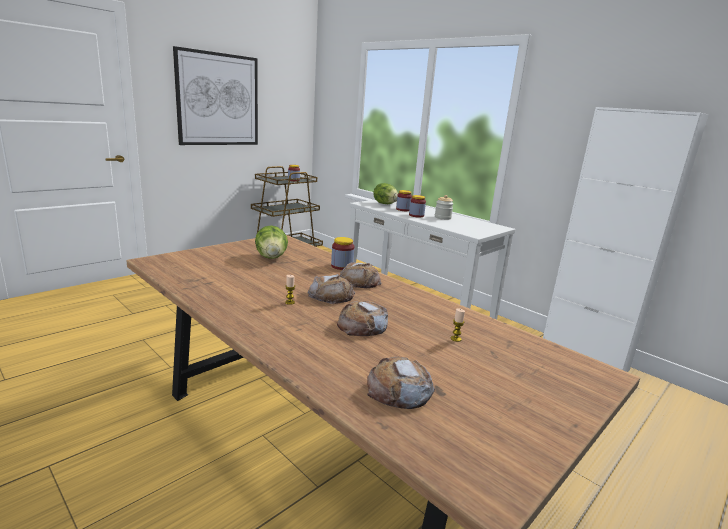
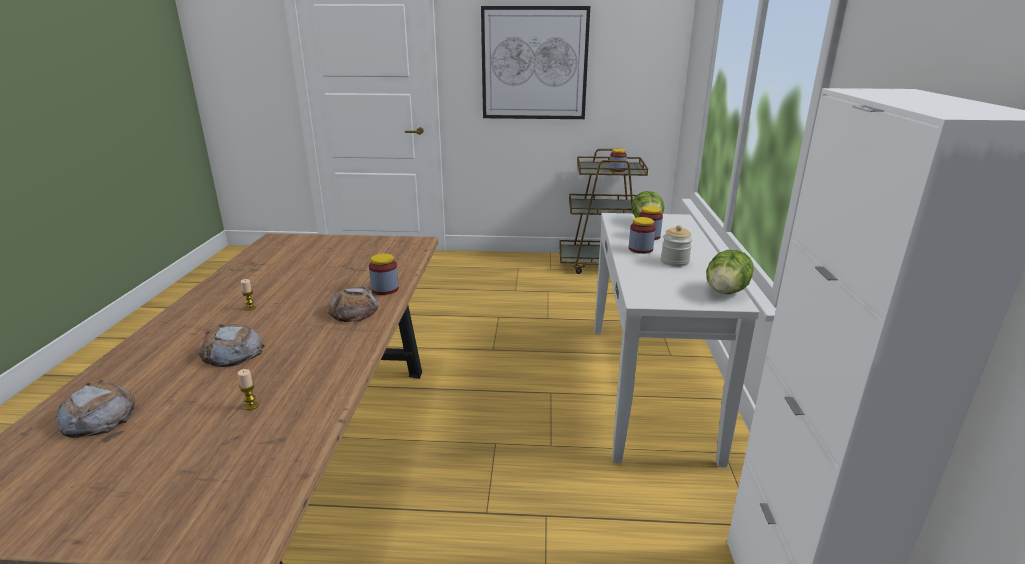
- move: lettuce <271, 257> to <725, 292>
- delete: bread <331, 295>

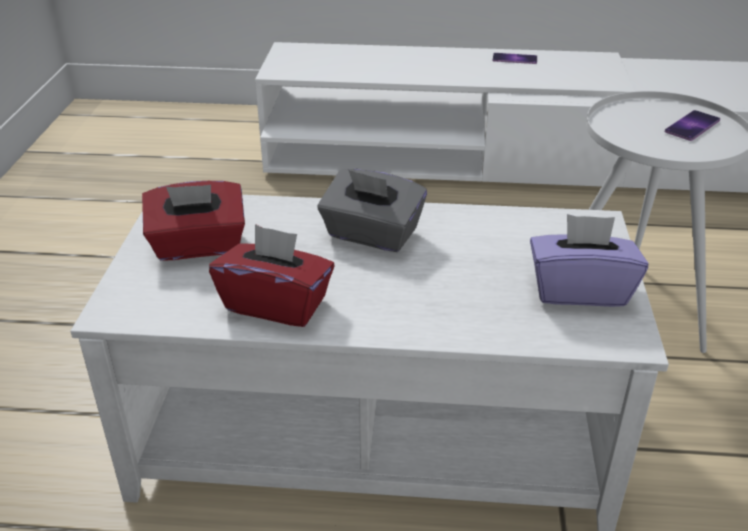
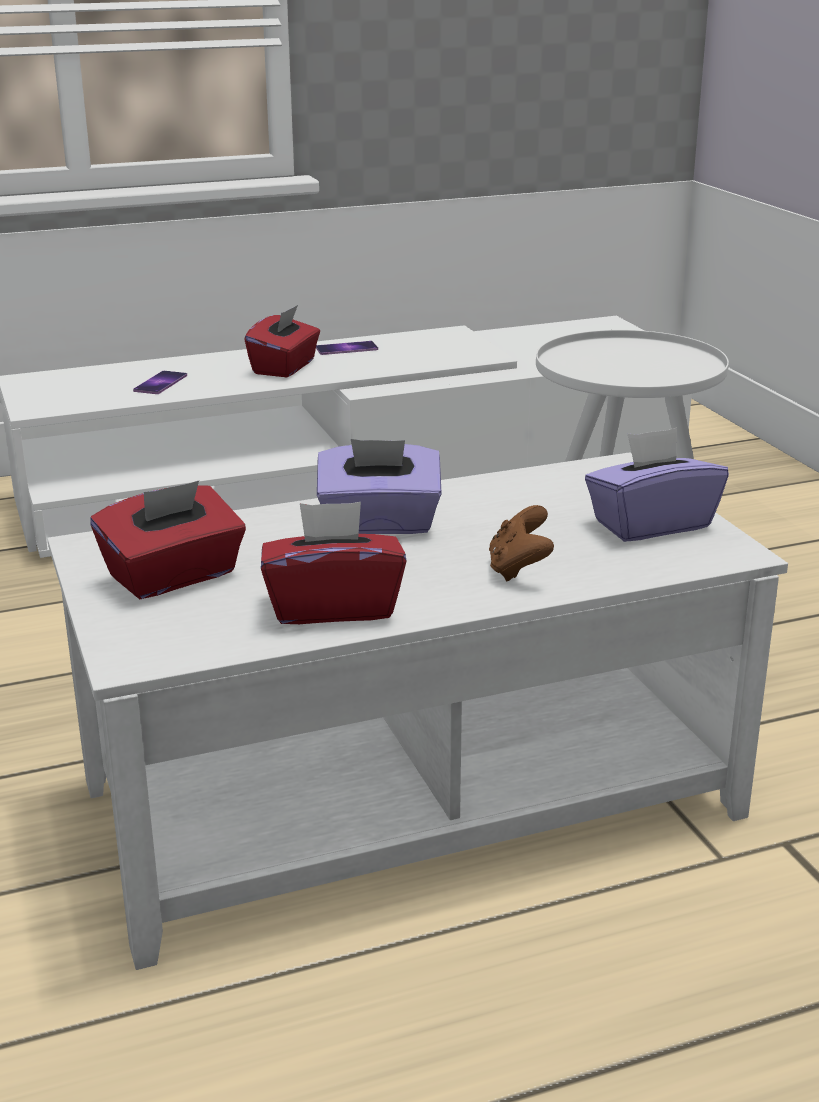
- move: phone <692, 126> to <160, 383>
- insert: tissue box (red) <285, 367>
- recolor: tissue box (grey) <371, 235> to tissue box (purple) <379, 524>
- insert: game controller (brown) <519, 569>

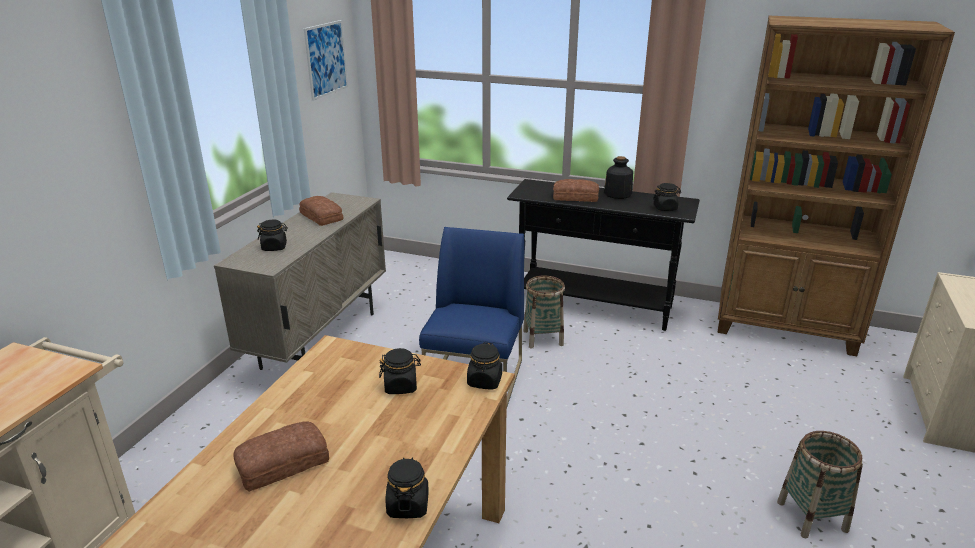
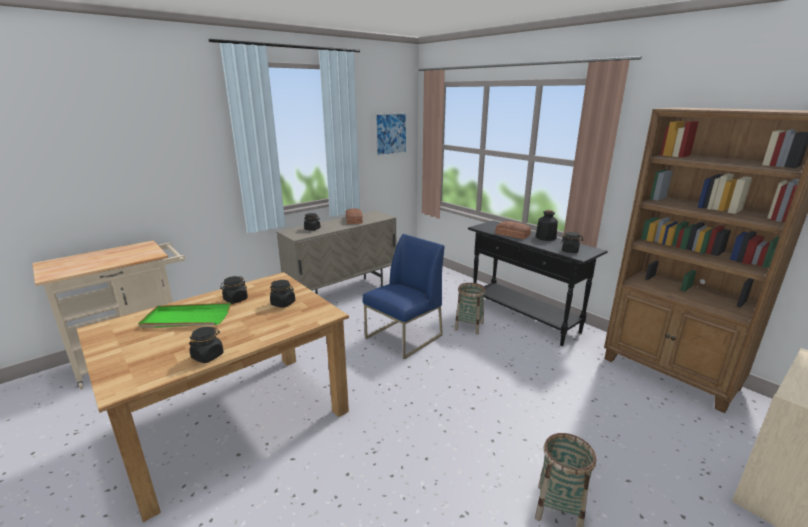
- replace: bread <281, 463> to tray (green) <186, 319>
- move: jar (black) <484, 381> to <235, 299>

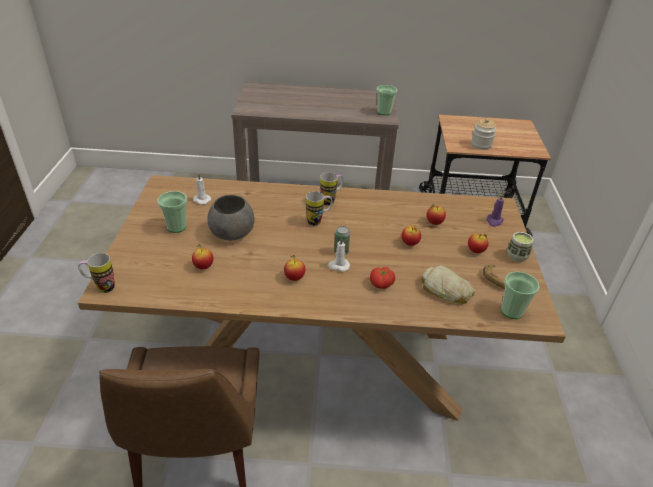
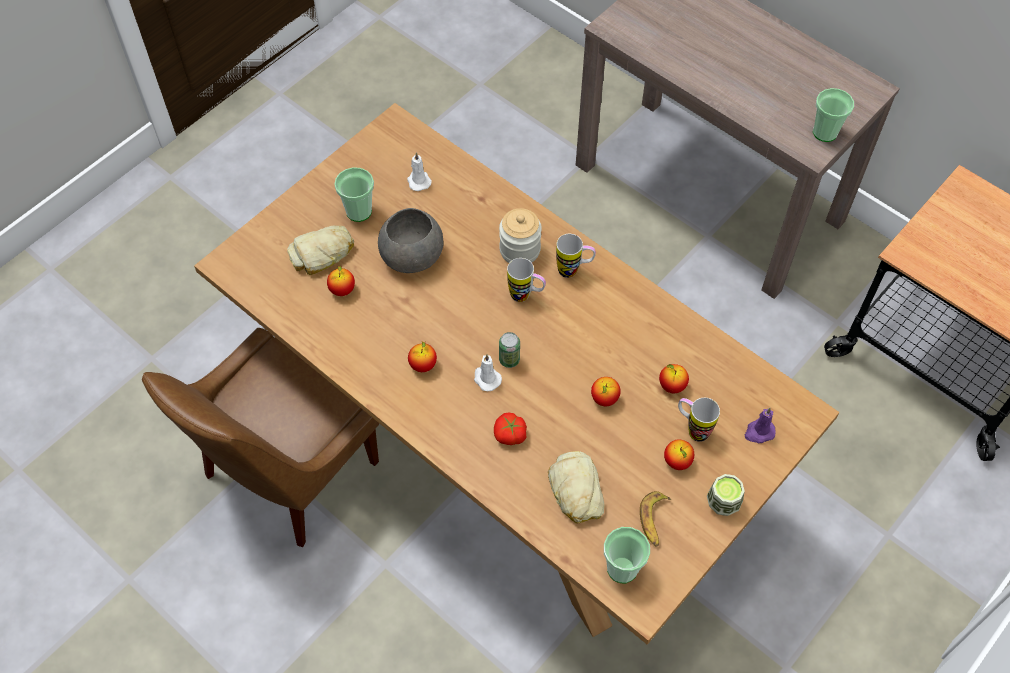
- insert: bread <322, 253>
- move: jar <481, 145> to <520, 250>
- move: mug <101, 287> to <692, 429>

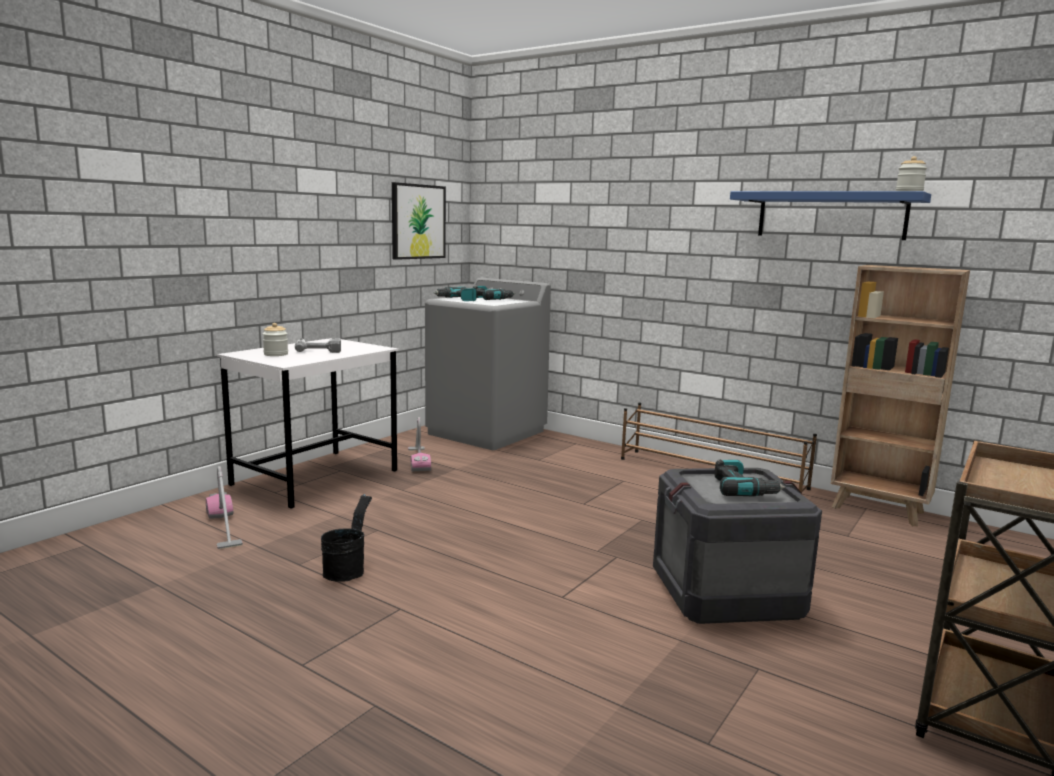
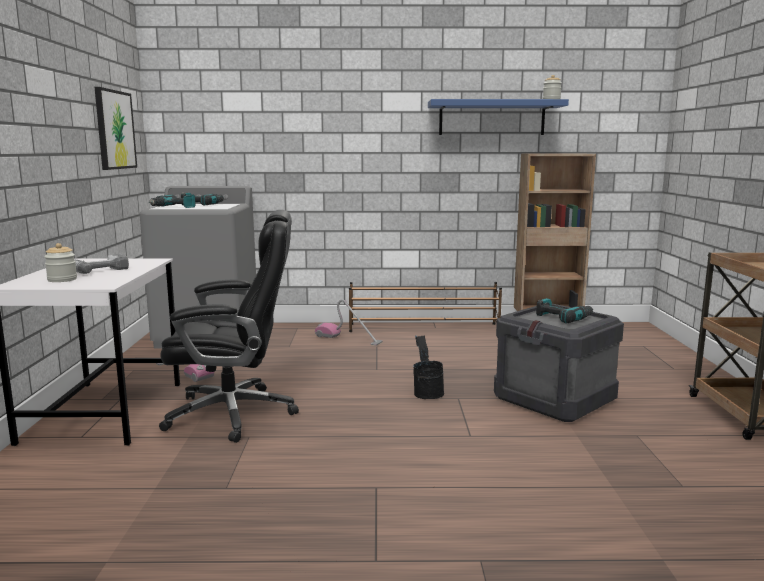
- insert: office chair (black) <234, 413>
- move: vacuum cleaner <223, 526> to <348, 339>
- move: bucket (black) <347, 570> to <426, 392>

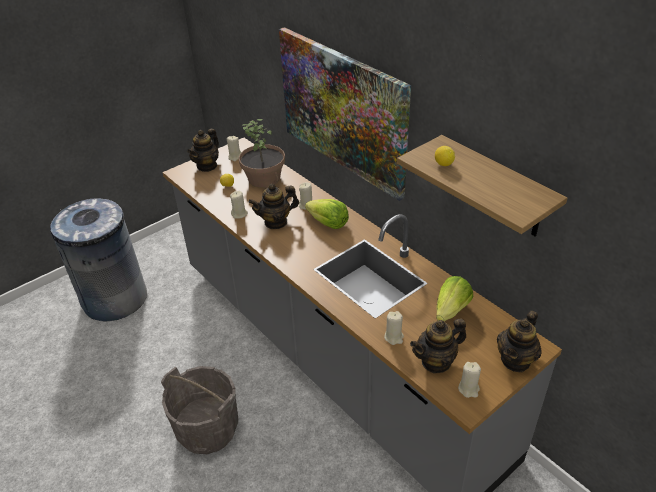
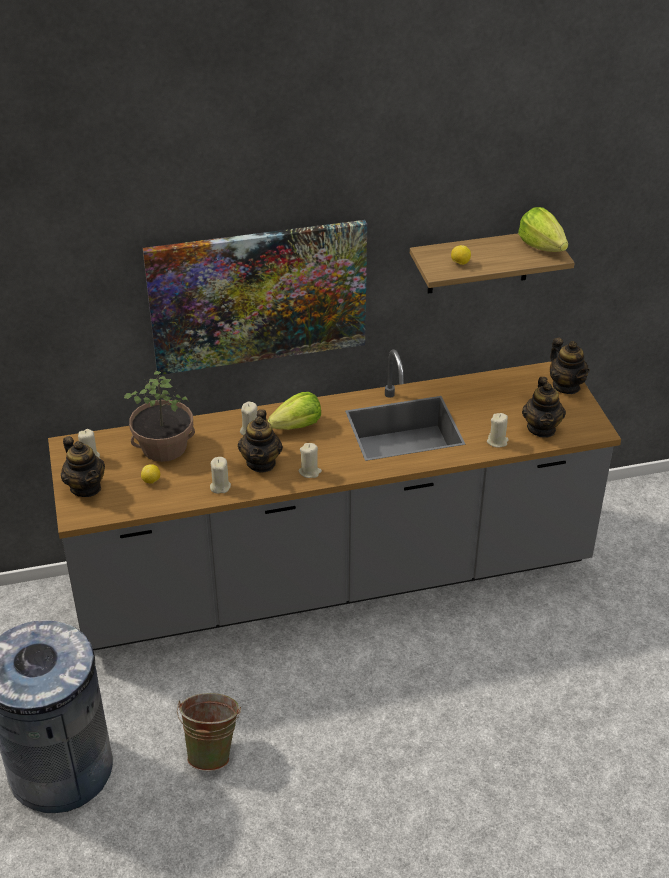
- insert: bucket (green) <212, 751>
- move: candle (beige) <469, 389> to <310, 471>
- move: lettuce <451, 310> to <541, 246>
- delete: bucket (grey) <207, 429>

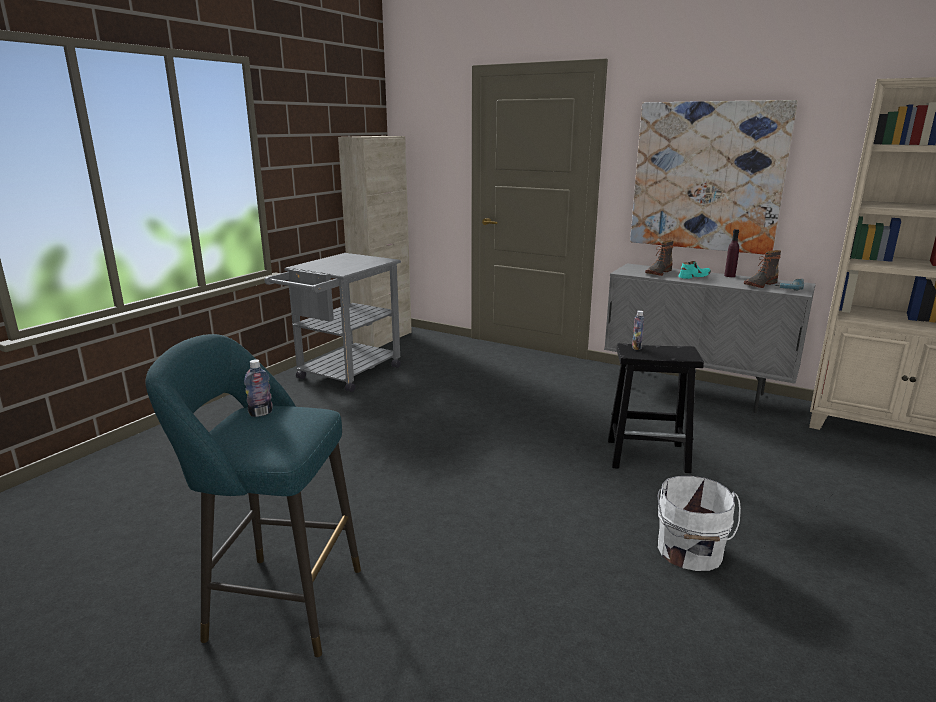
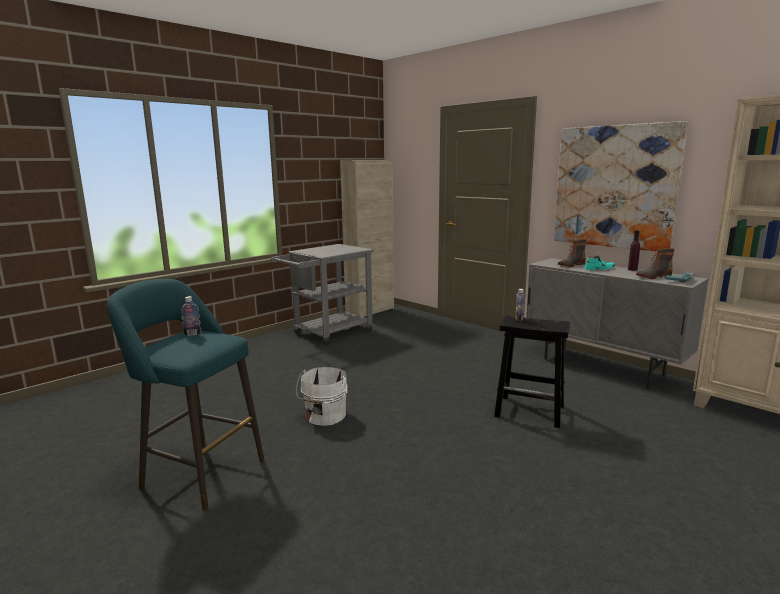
- move: bucket (white) <689, 552> to <324, 416>

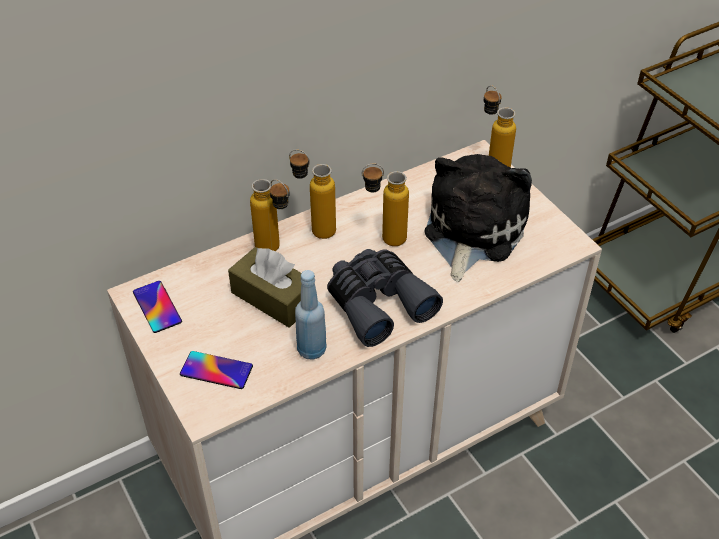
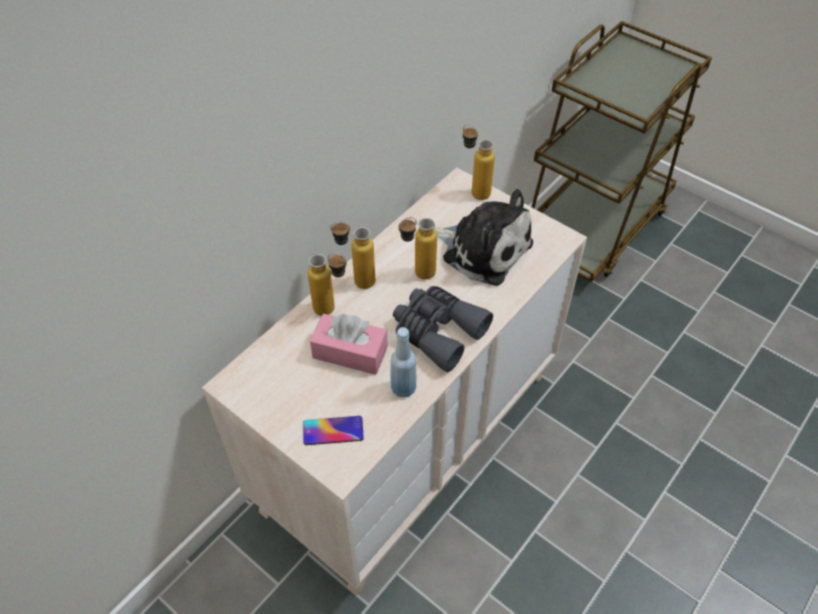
- recolor: tissue box (brown) <273, 298> to tissue box (pink) <350, 352>
- rotate: plush toy <471, 231> = <482, 249> 120 degrees clockwise
- delete: phone <157, 307>

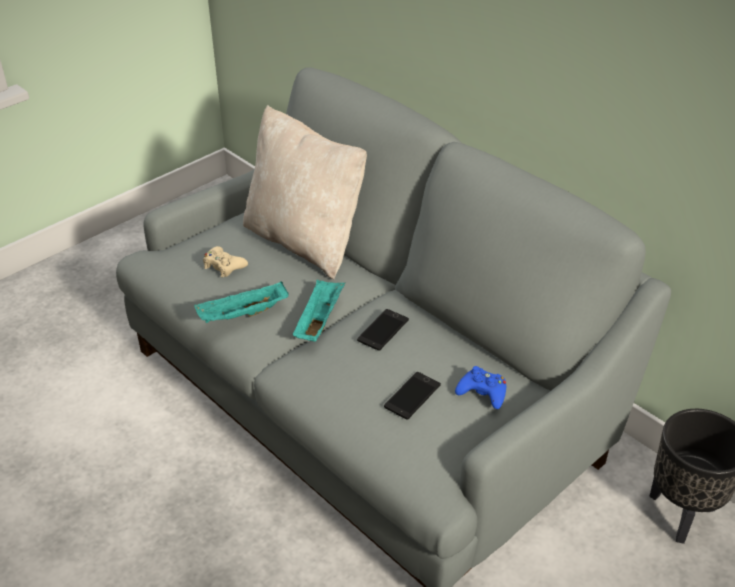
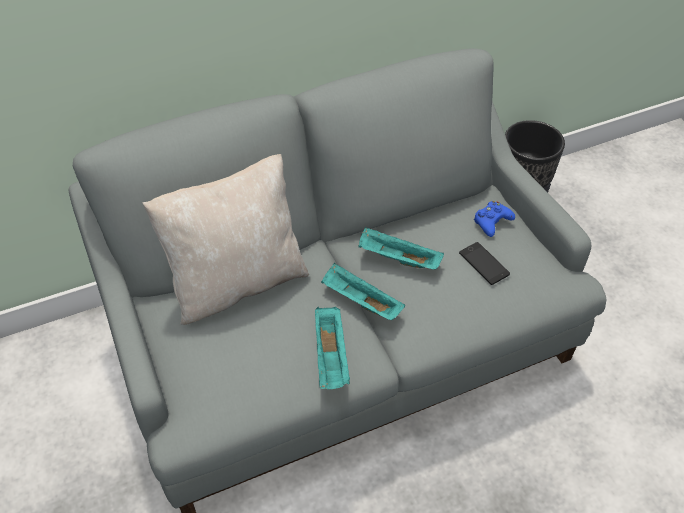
- replace: phone <383, 330> to tray (turquoise) <397, 259>
- delete: game controller (beige) <223, 266>

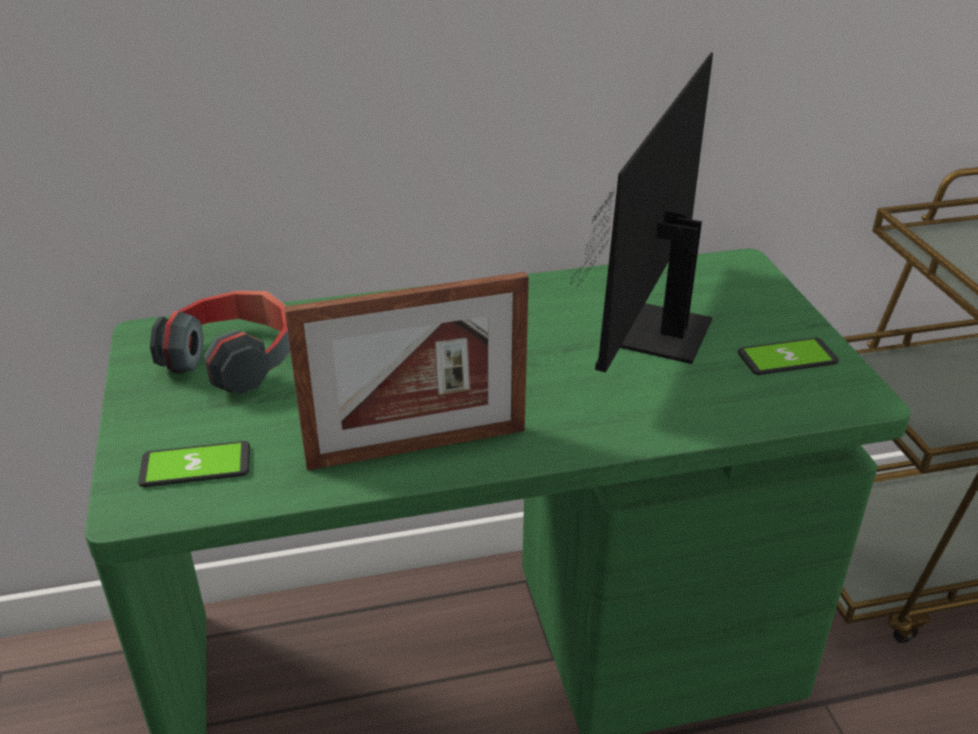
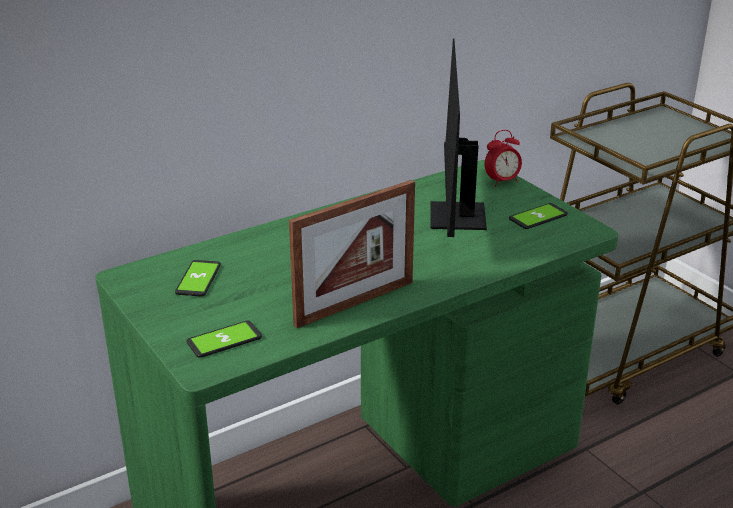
- replace: headphones <234, 359> to phone <198, 279>
- insert: alarm clock <502, 182>

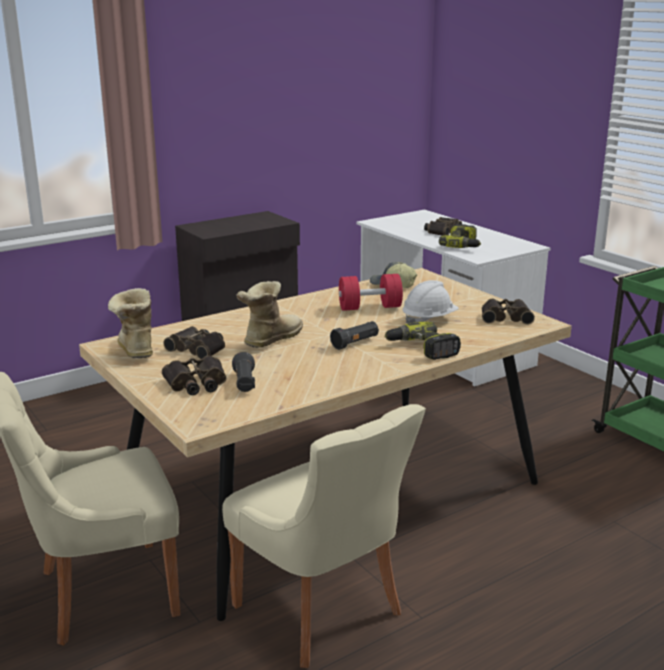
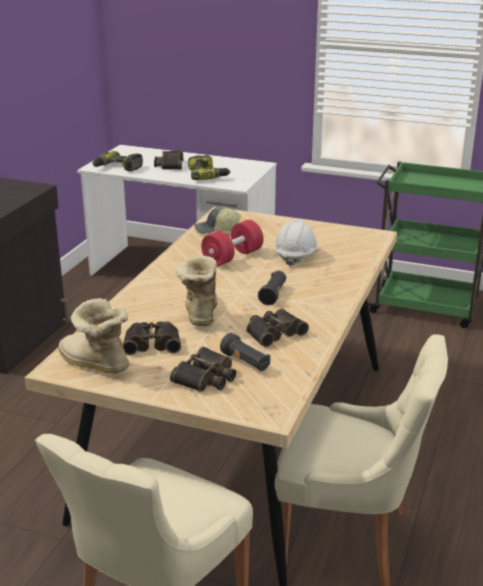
- move: power drill <421, 349> to <117, 168>
- move: binoculars <505, 317> to <274, 332>

